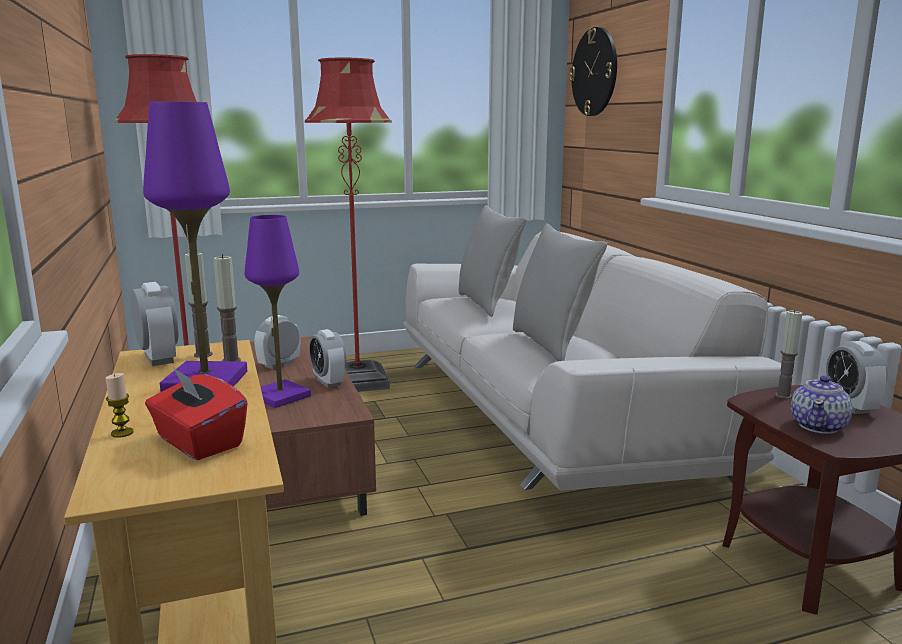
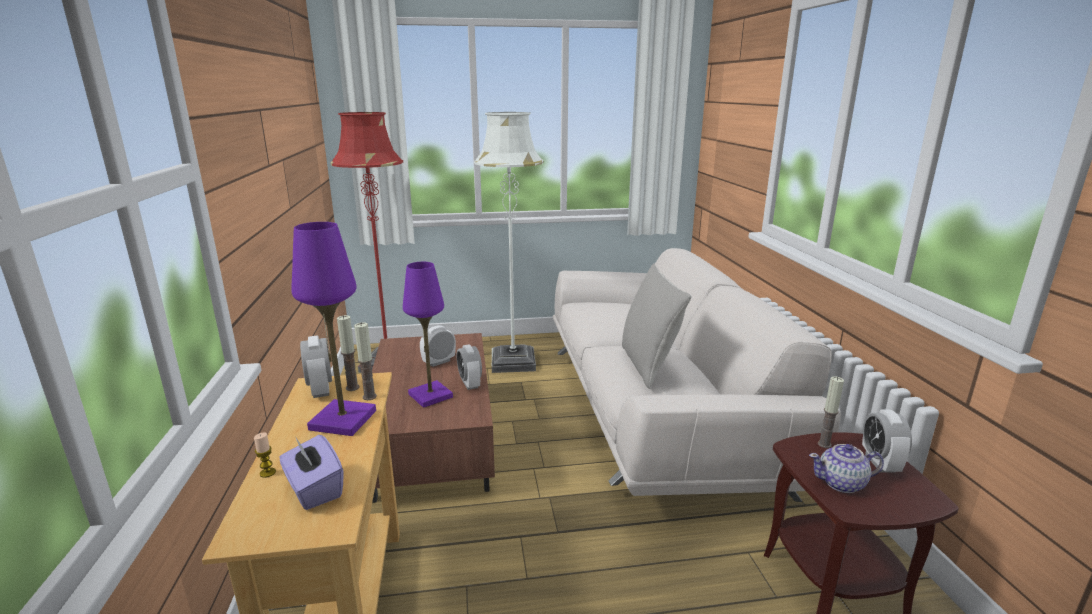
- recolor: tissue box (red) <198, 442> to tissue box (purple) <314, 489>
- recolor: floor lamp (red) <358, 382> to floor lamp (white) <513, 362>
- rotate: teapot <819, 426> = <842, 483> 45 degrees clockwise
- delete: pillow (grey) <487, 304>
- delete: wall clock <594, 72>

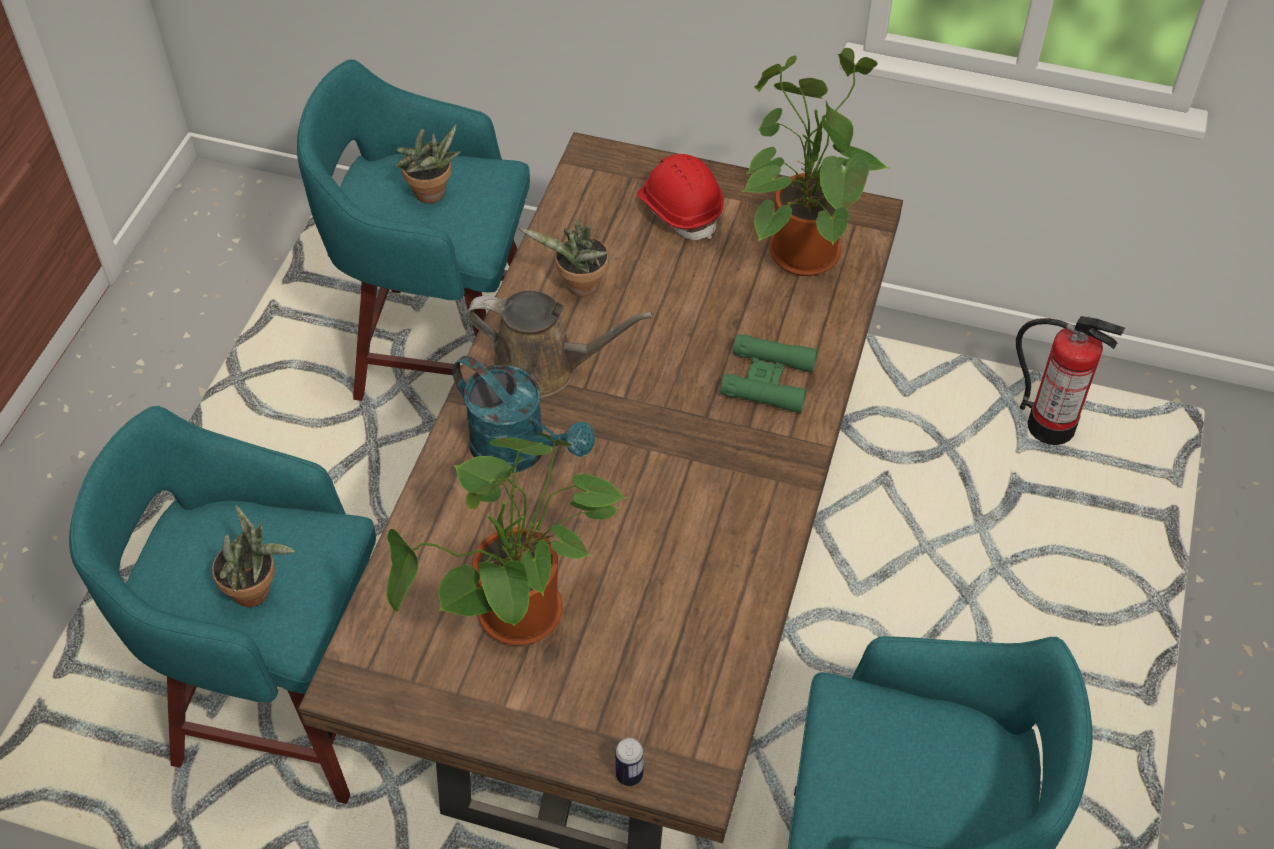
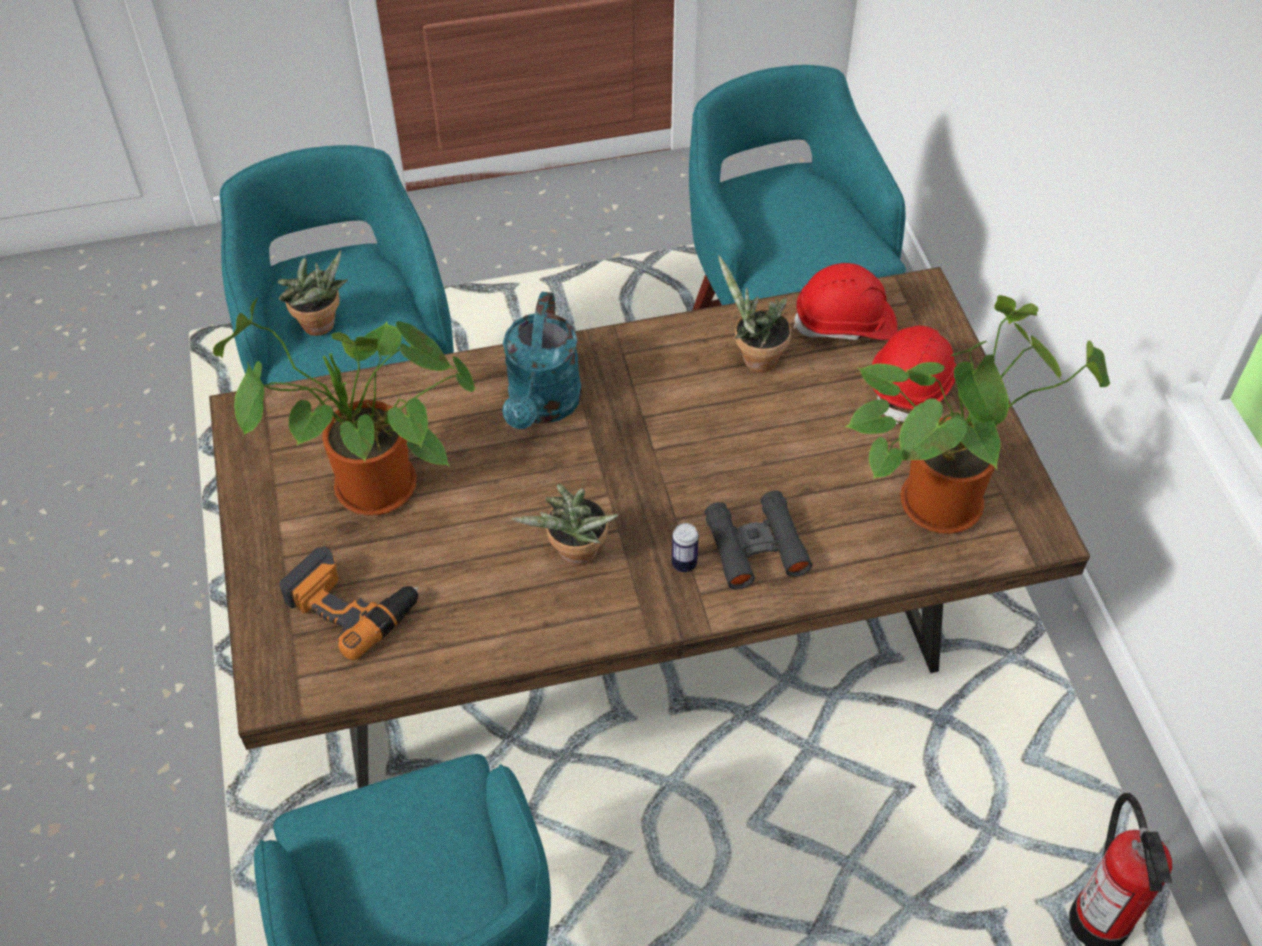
- insert: power drill <352, 604>
- move: potted plant <432, 196> to <575, 556>
- move: can <629, 775> to <684, 563>
- recolor: binoculars (green) <768, 380> to binoculars (black) <755, 546>
- insert: hard hat (red) <845, 324>
- delete: watering can (brown) <544, 368>

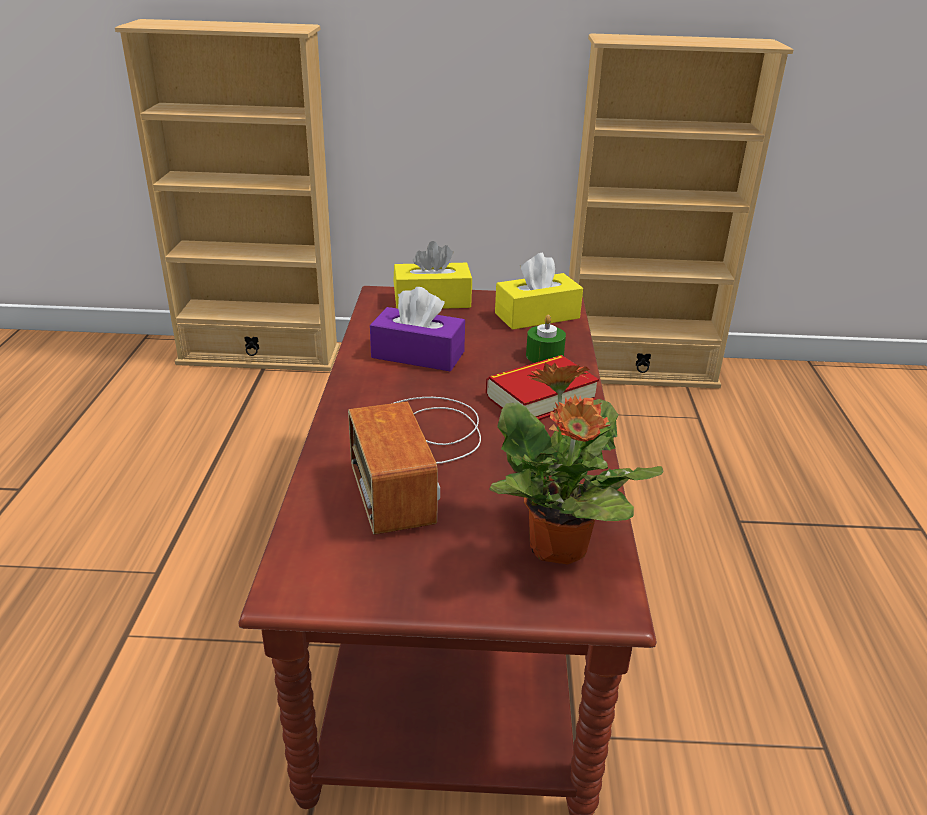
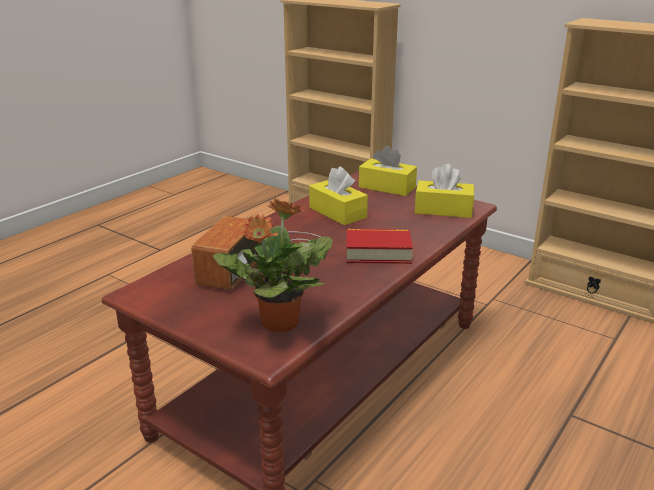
- recolor: tissue box (purple) <418, 355> to tissue box (yellow) <337, 212>
- delete: candle (green) <544, 356>

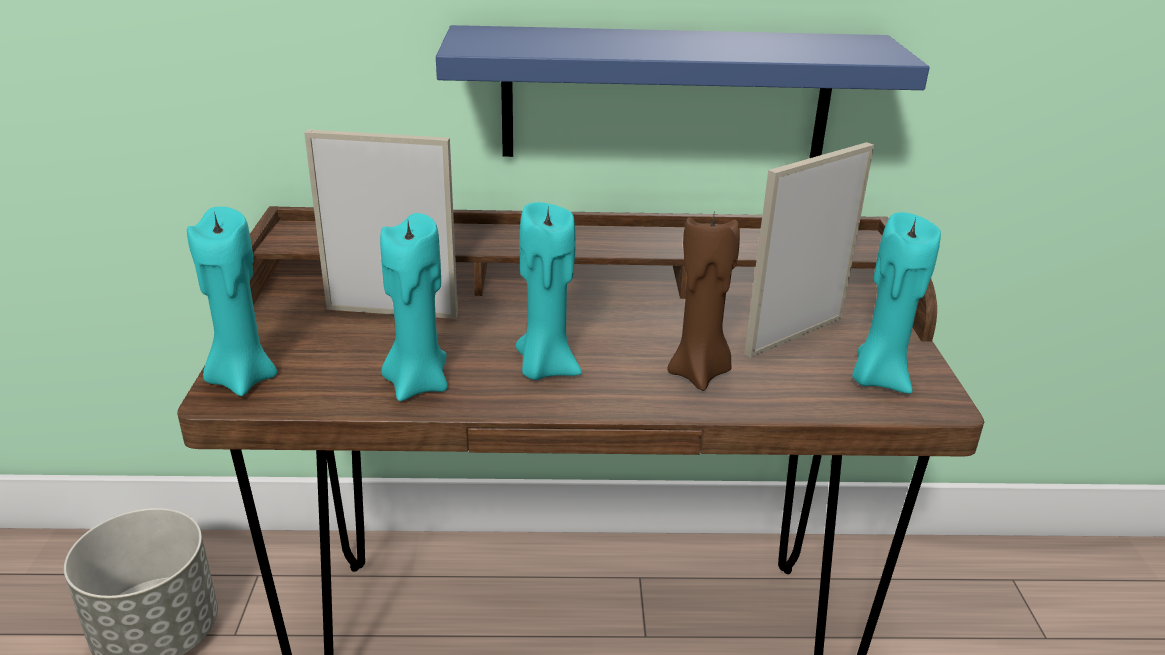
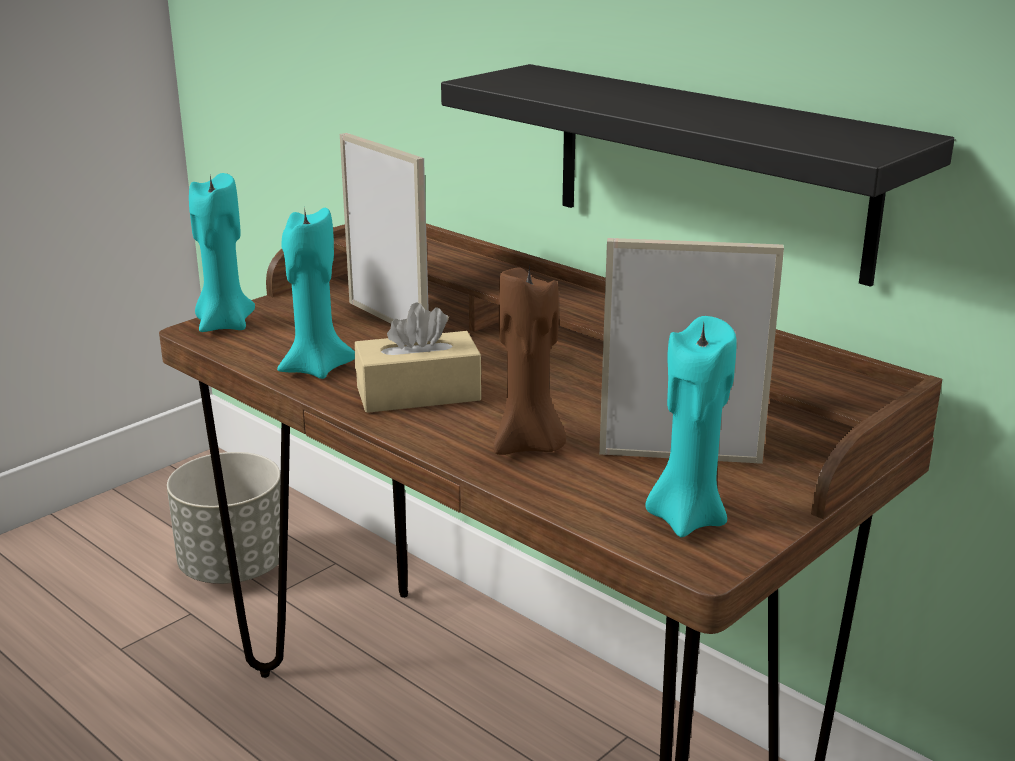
- replace: candle (turquoise) <545, 368> to tissue box (beige) <418, 394>
- recolor: shelf (blue) <666, 96> to shelf (black) <709, 170>

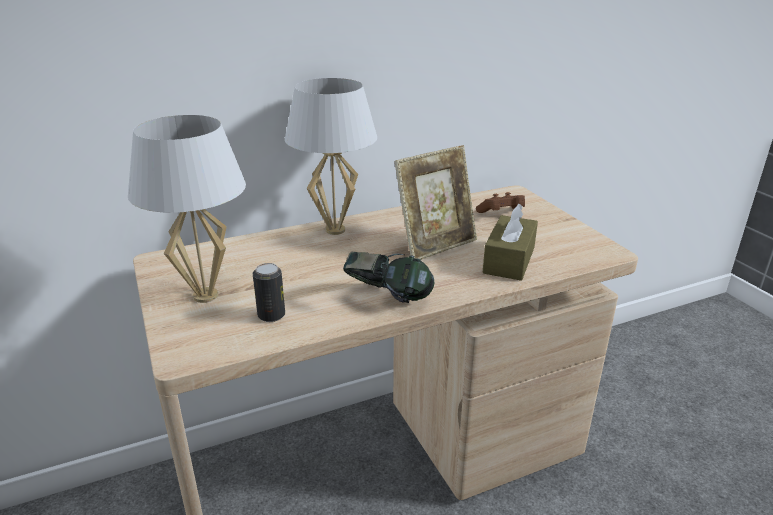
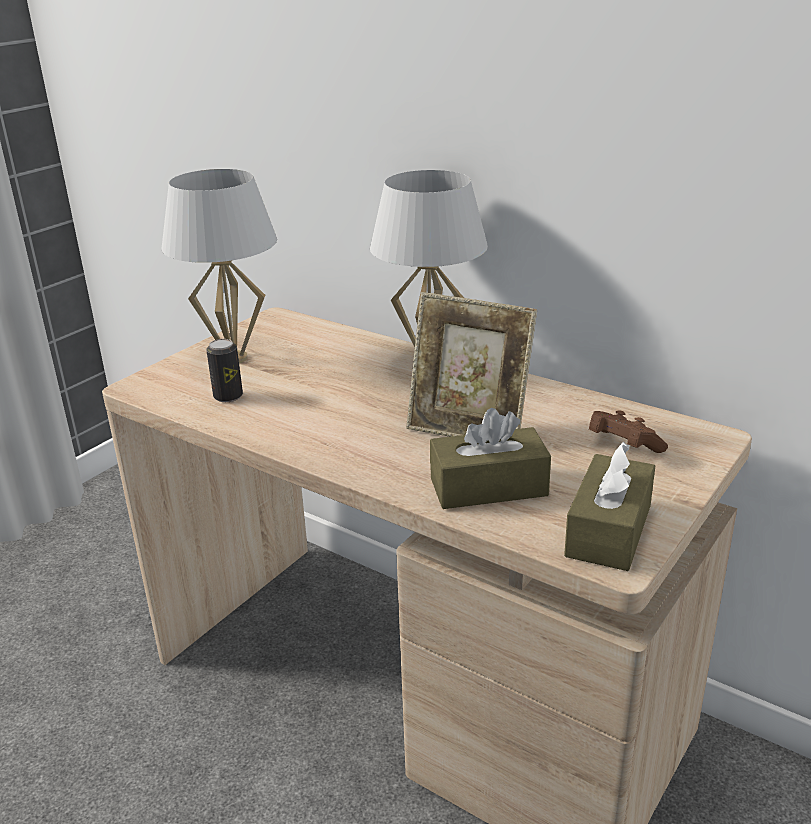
- insert: tissue box (brown) <608, 530>
- delete: headphones <388, 299>

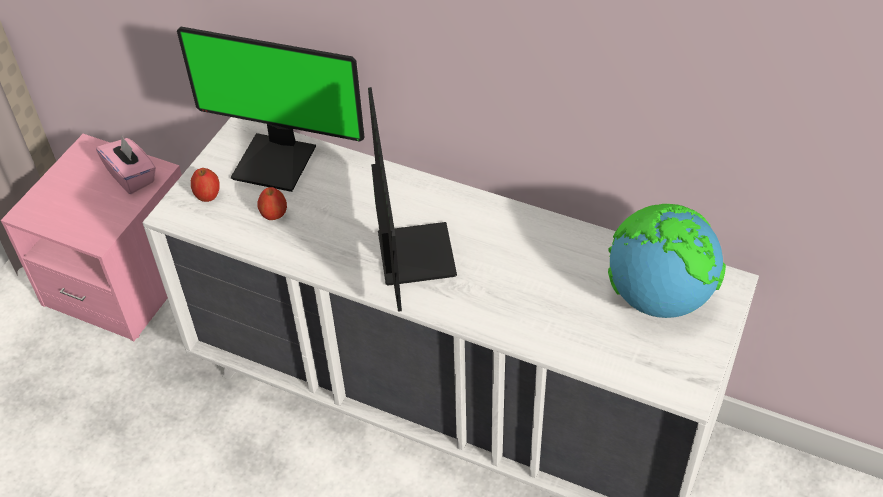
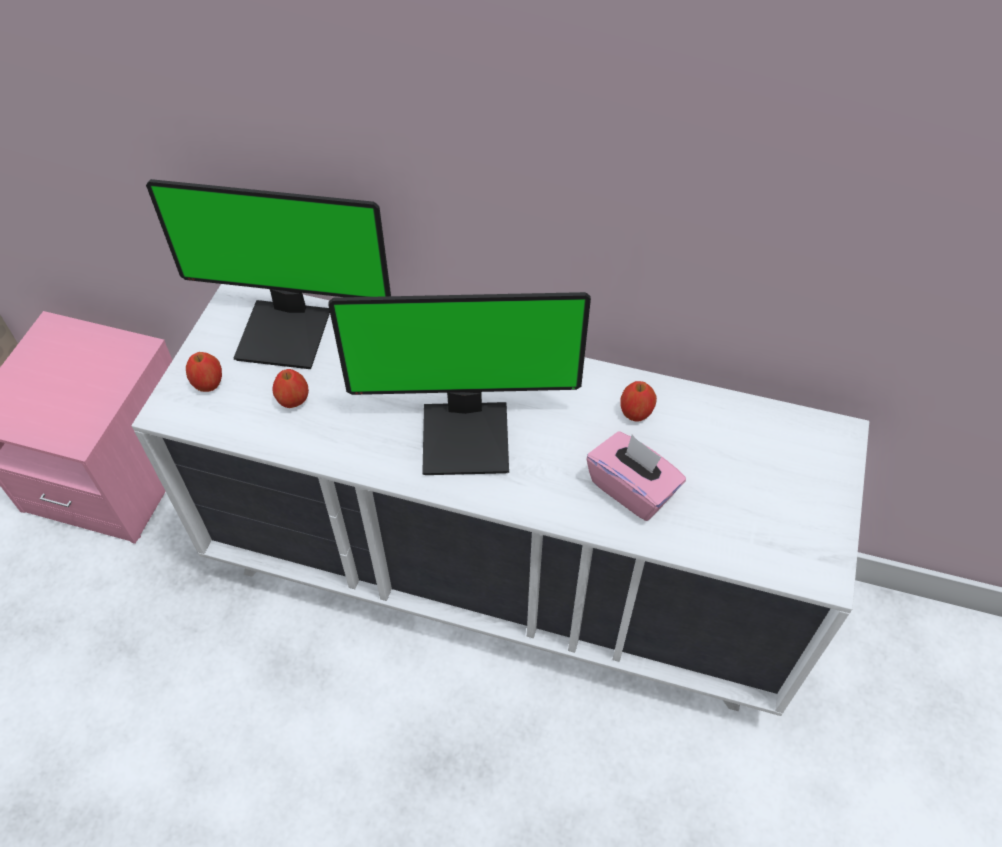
- rotate: monitor <411, 254> = <467, 435> 105 degrees clockwise
- move: tissue box (pink) <132, 176> to <632, 489>
- insert: apple <635, 413>
- delete: globe <658, 297>

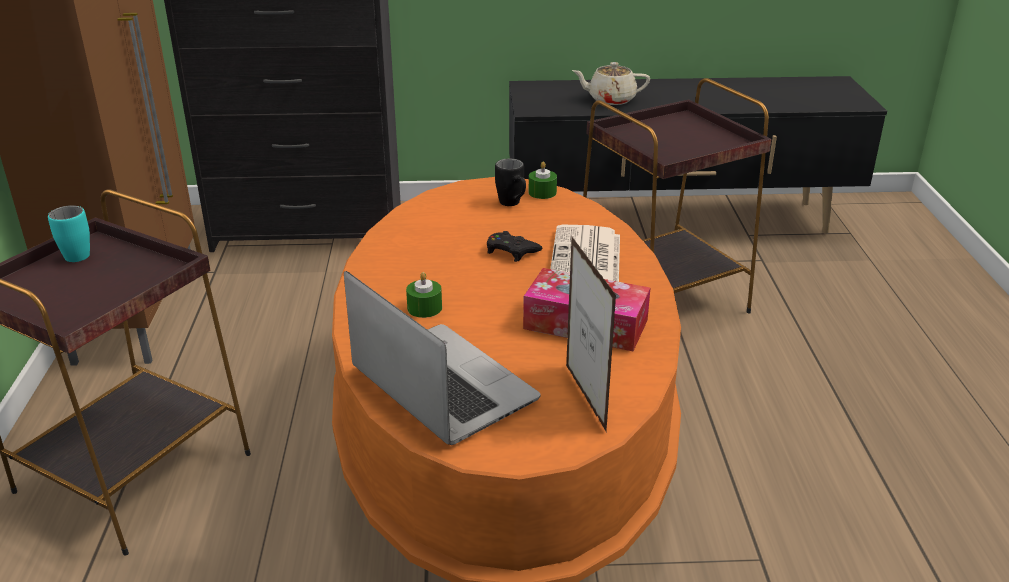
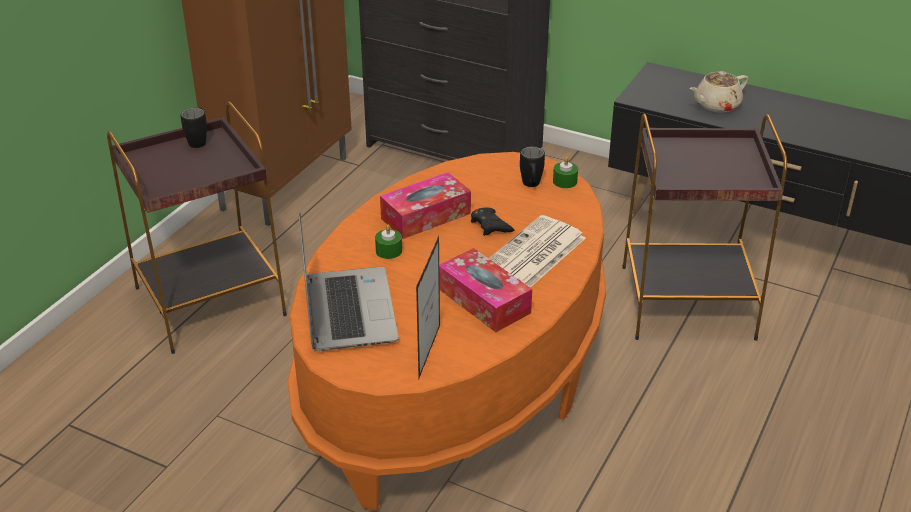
- recolor: mug (turquoise) <77, 252> to mug (black) <199, 140>
- insert: tissue box <426, 216>
- rotate: teapot (beige) <610, 99> = <716, 105> 60 degrees counterclockwise

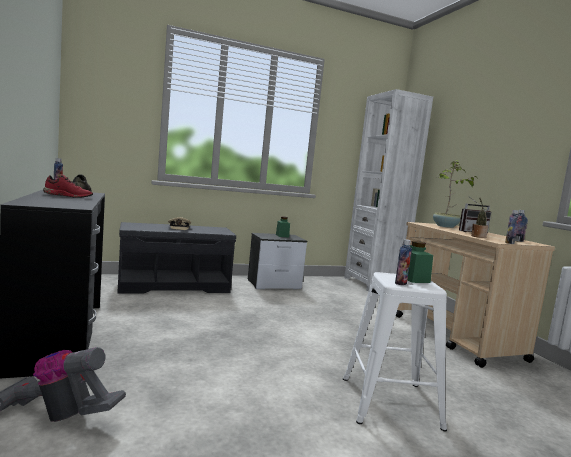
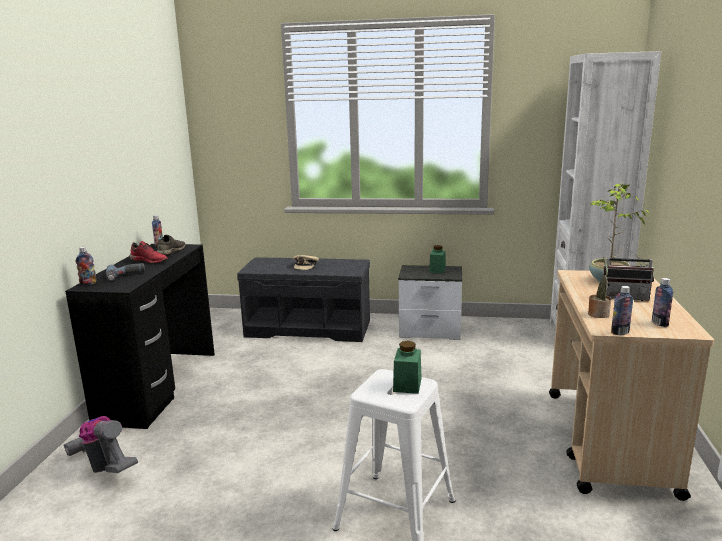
- move: bottle <400, 283> to <88, 283>
- insert: power drill <126, 276>

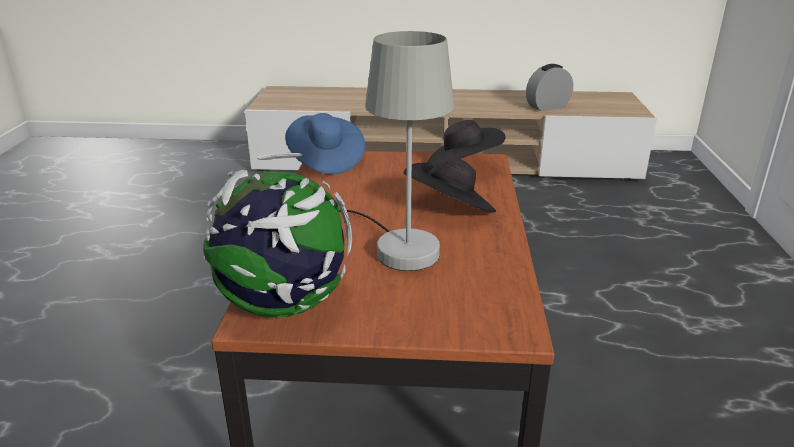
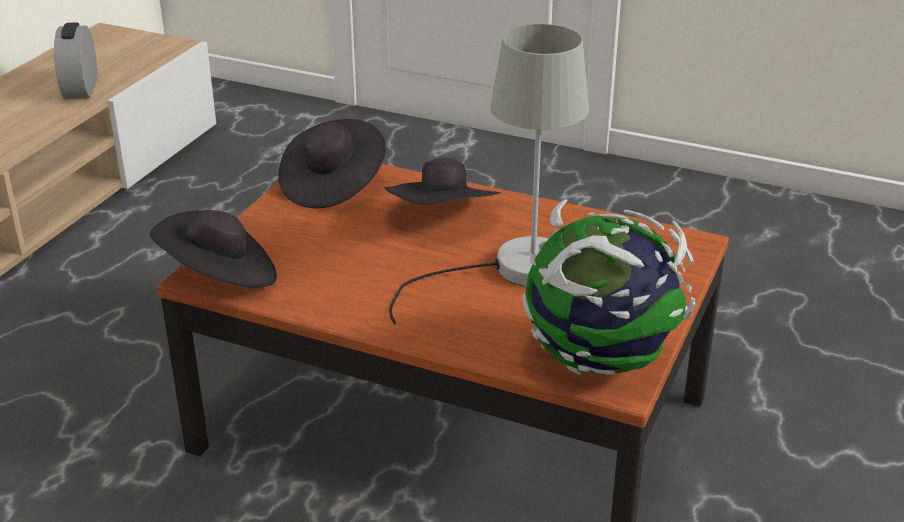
- recolor: hat (blue) <325, 161> to hat (black) <220, 277>

